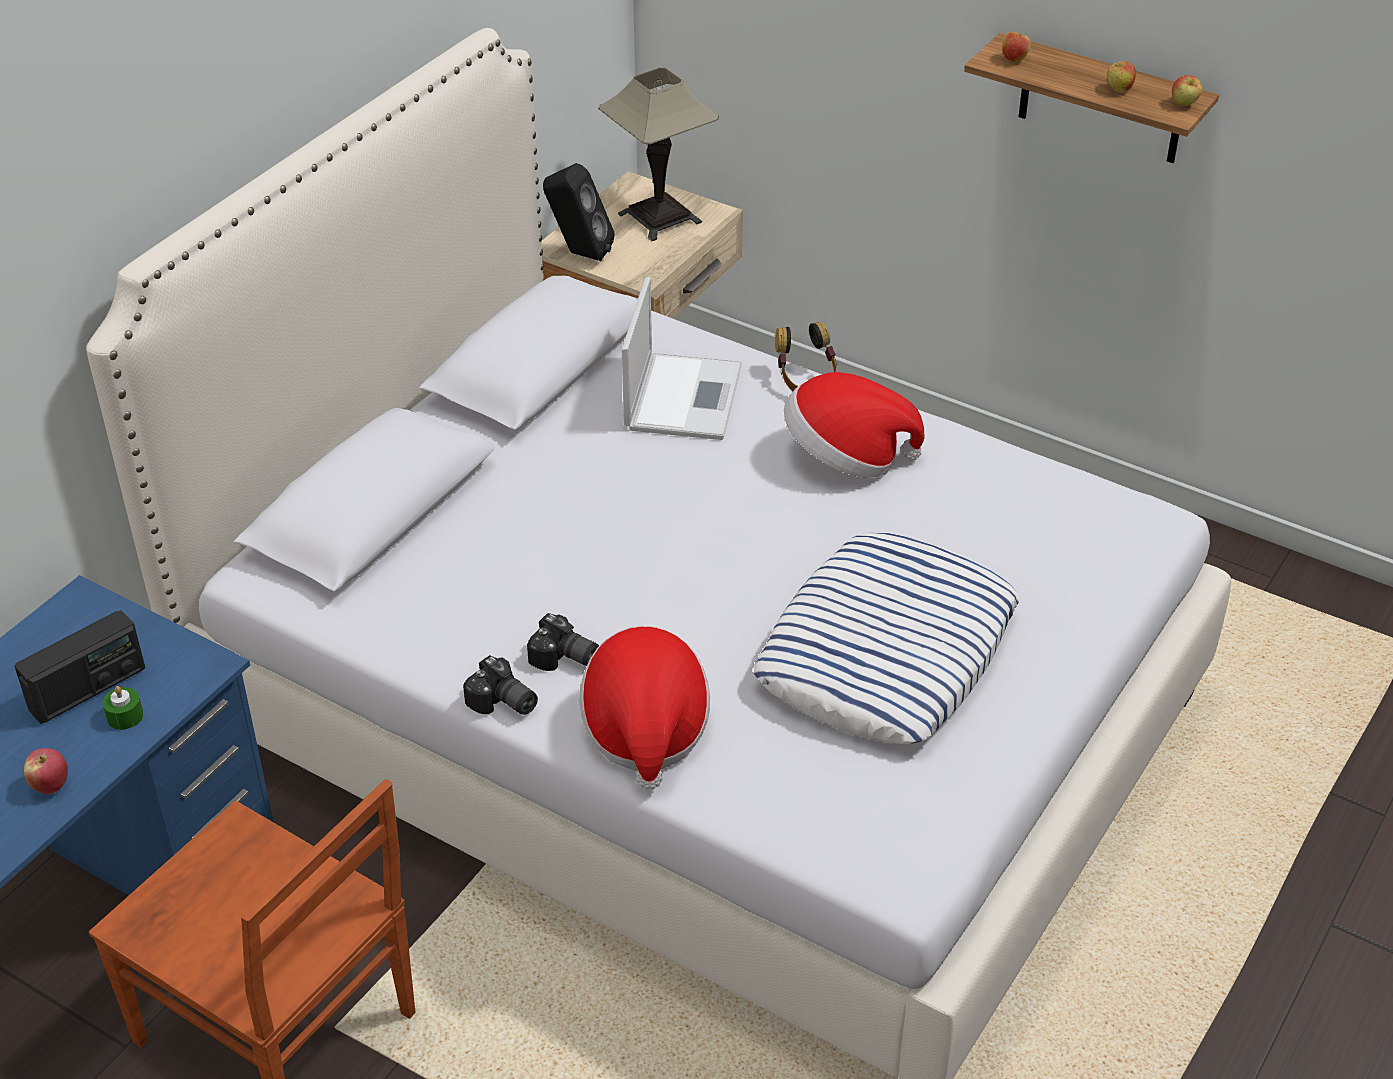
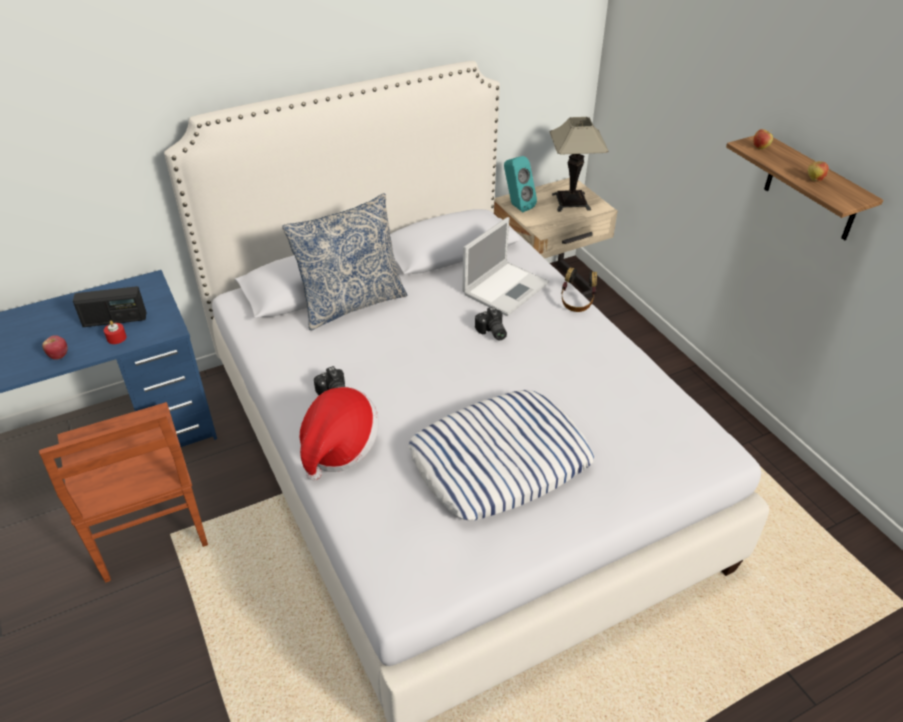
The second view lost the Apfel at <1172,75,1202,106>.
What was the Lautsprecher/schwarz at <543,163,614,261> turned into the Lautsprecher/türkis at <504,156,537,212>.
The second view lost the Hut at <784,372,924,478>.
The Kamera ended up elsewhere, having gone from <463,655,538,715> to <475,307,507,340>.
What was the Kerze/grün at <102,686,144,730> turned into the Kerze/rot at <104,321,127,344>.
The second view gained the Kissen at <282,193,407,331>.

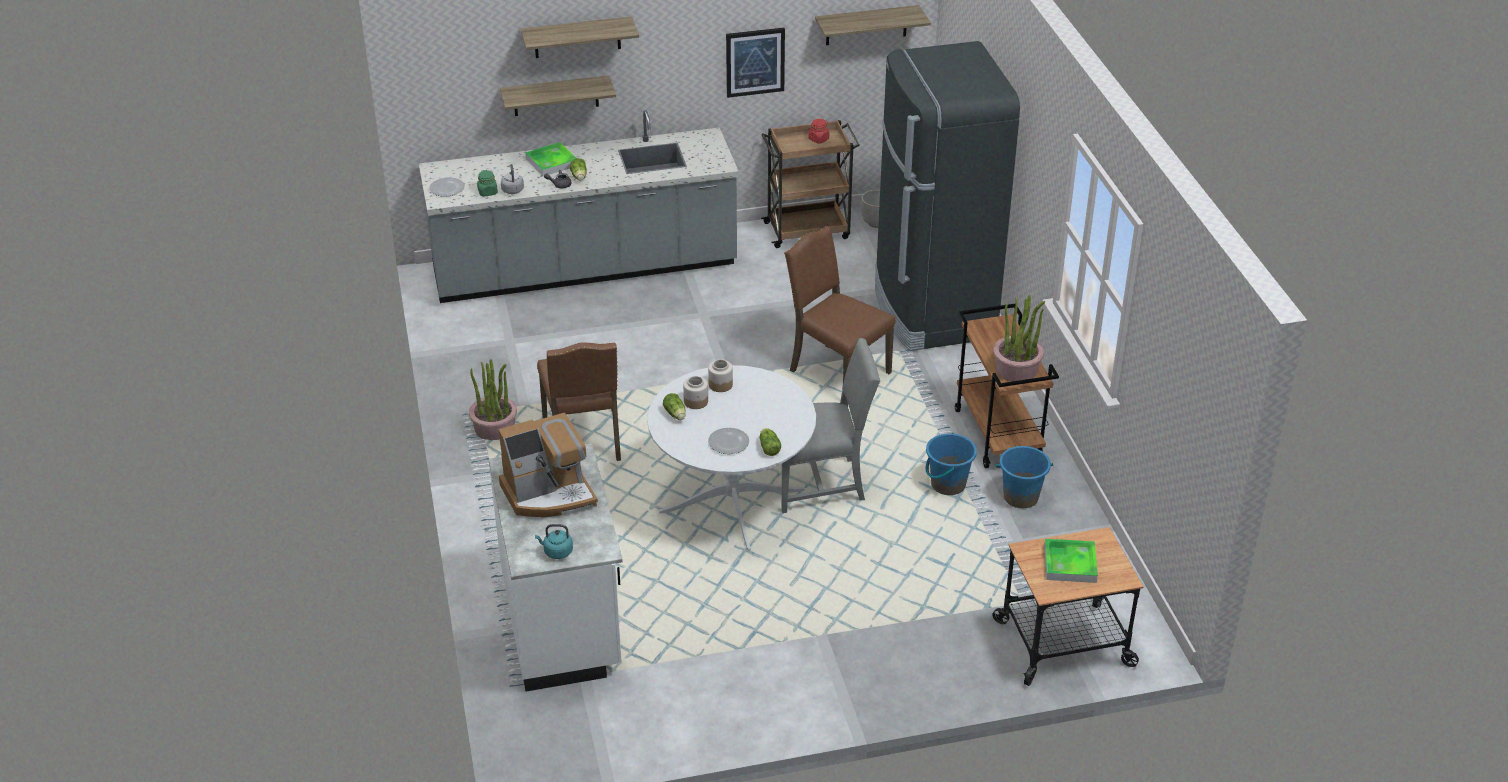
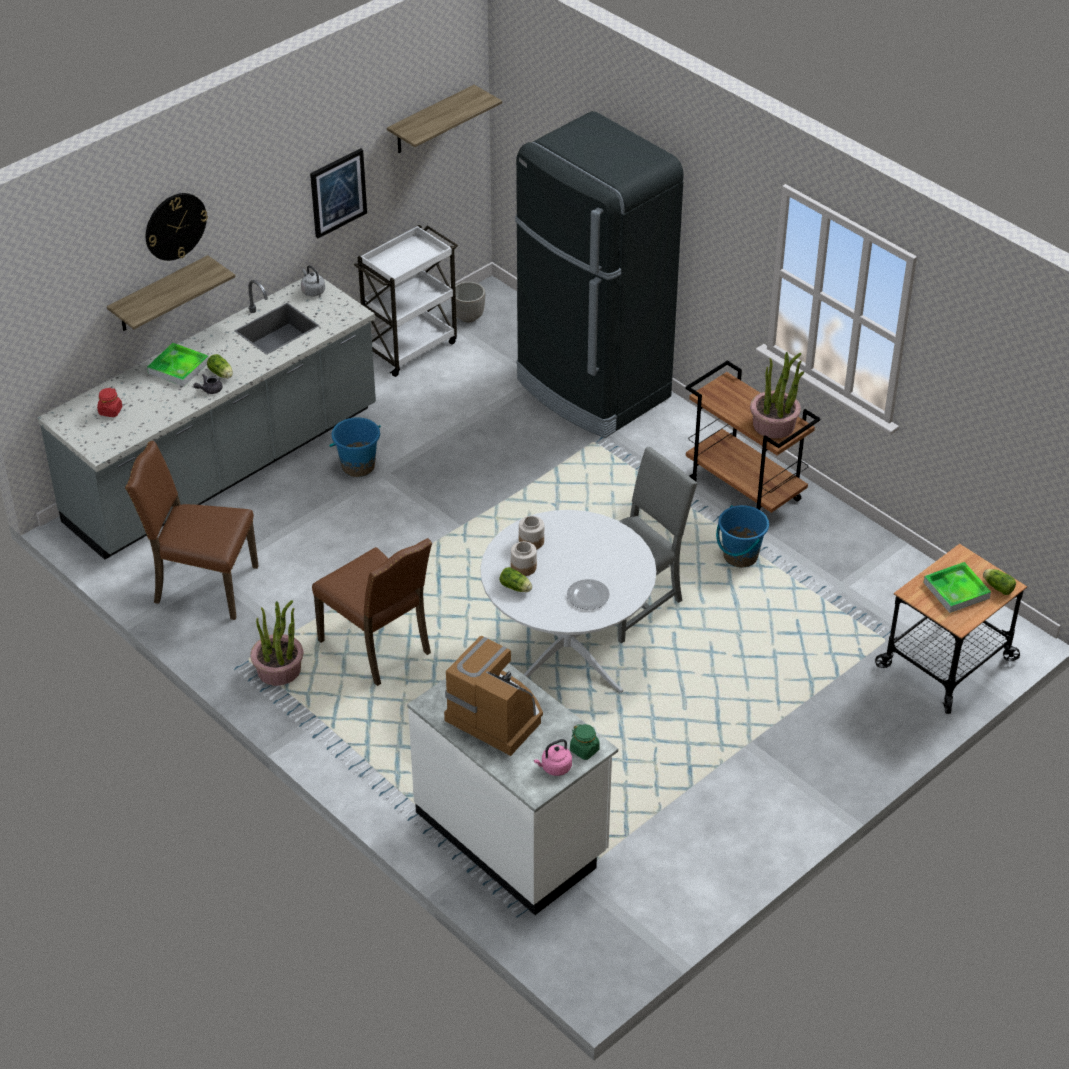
Where the Wandregal hung at <521,17,639,58>, the Wanduhr came to hang at <146,193,208,261>.
The Vorratsglas/rot ended up elsewhere, having gone from <808,119,829,144> to <97,387,123,417>.
What was the Rollwagen/braun at <761,120,860,248> turned into the Rollwagen/weiß at <354,225,458,377>.
The Wasserkessel/grau ended up elsewhere, having gone from <501,164,524,194> to <301,265,325,297>.
The Vorratsglas/grün ended up elsewhere, having gone from <477,170,498,197> to <570,724,600,760>.
The second view lost the Teller at <429,177,465,197>.
The Stuhl/braun ended up elsewhere, having gone from <784,226,896,382> to <125,441,259,620>.
The Kaffeemaschine at <498,413,598,517> ended up facing another way, 90 degrees counterclockwise from before.
The Salatkopf ended up elsewhere, having gone from <760,428,781,456> to <983,569,1016,595>.
The Eimer/blau ended up elsewhere, having gone from <996,446,1053,508> to <329,417,381,477>.
What was the Wasserkessel/türkis at <535,524,573,559> turned into the Wasserkessel/rosa at <534,739,572,776>.

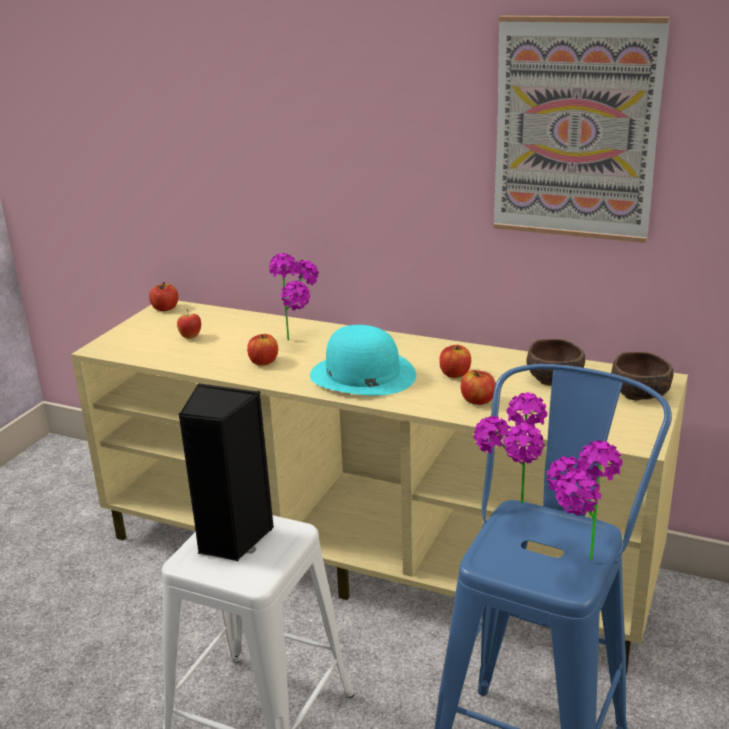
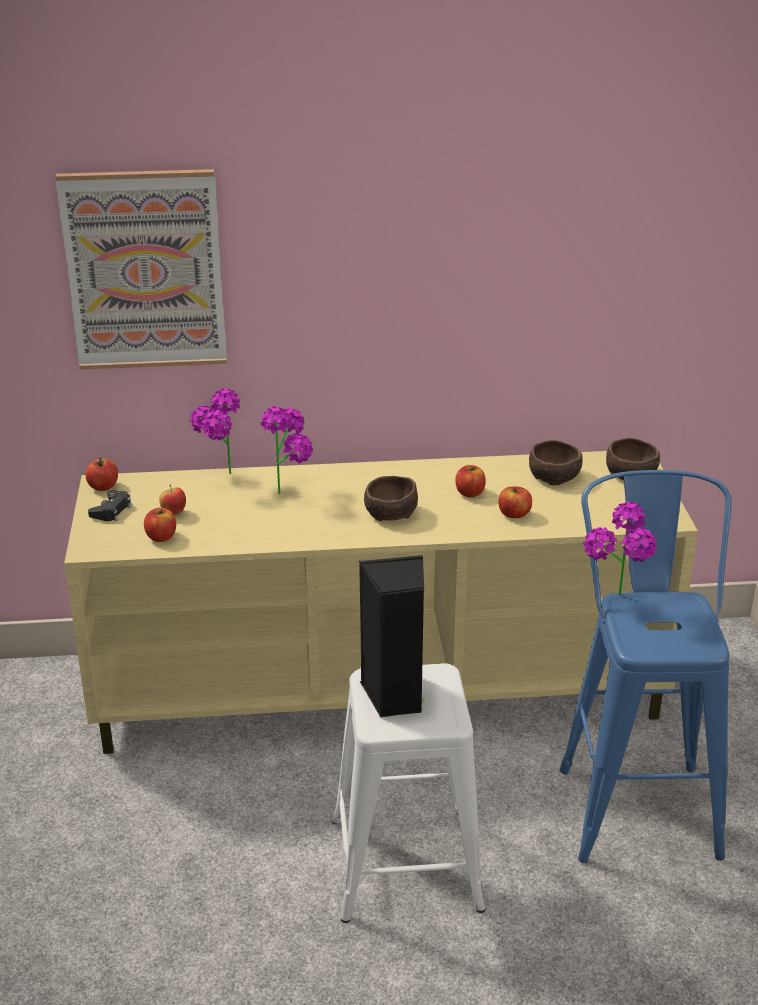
The Bild ended up elsewhere, having gone from <493,15,670,243> to <55,169,227,370>.
Where the Hut/türkis stood at <310,325,416,396>, the Schüssel/braun came to stand at <364,476,418,521>.
The Apfel ended up elsewhere, having gone from <247,334,278,366> to <144,507,176,542>.
The Topfpflanze ended up elsewhere, having gone from <547,440,623,560> to <190,388,240,475>.
The second view gained the Gamepad/schwarz at <88,490,132,521>.

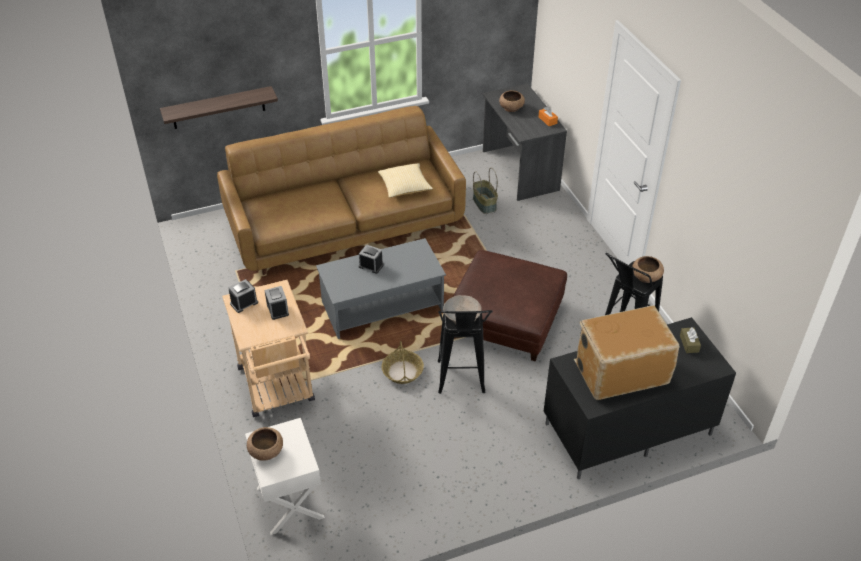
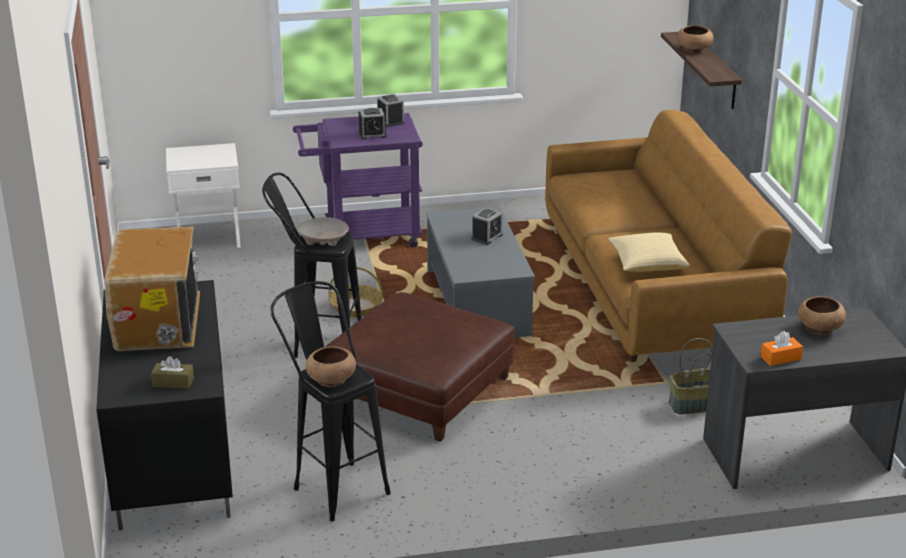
What was the Rollwagen/beige at <222,280,315,417> turned into the Rollwagen/lila at <293,113,423,247>.
The Schüssel/braun ended up elsewhere, having gone from <247,427,283,461> to <677,25,714,53>.

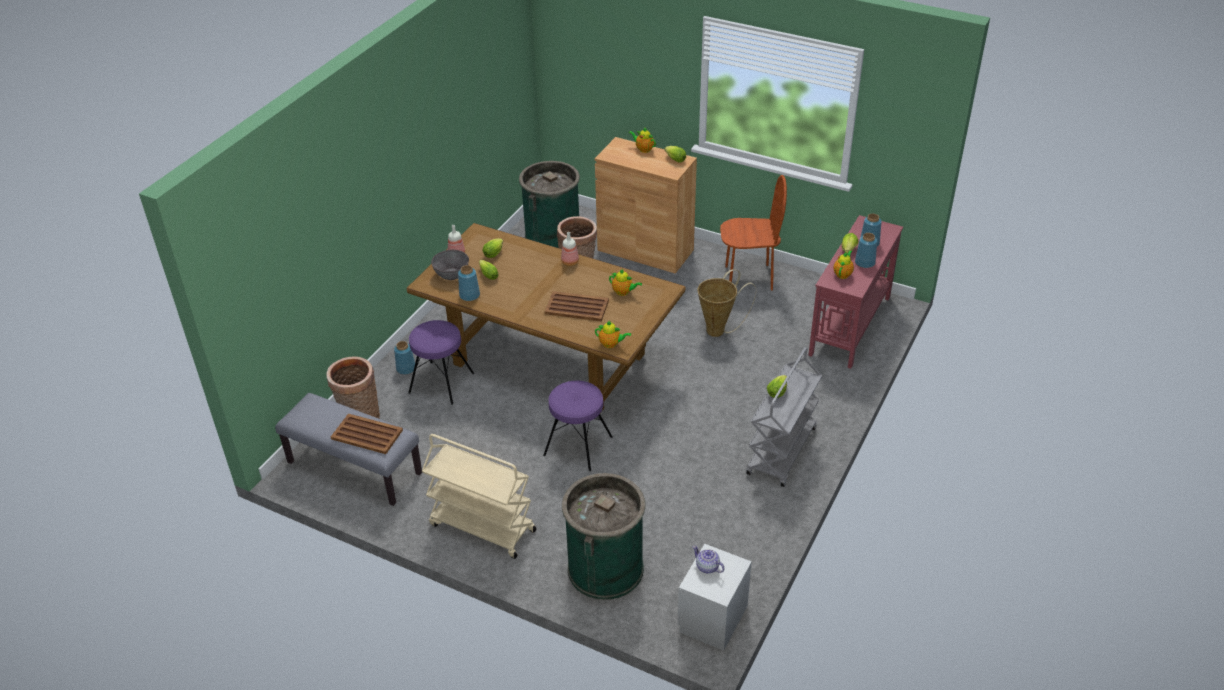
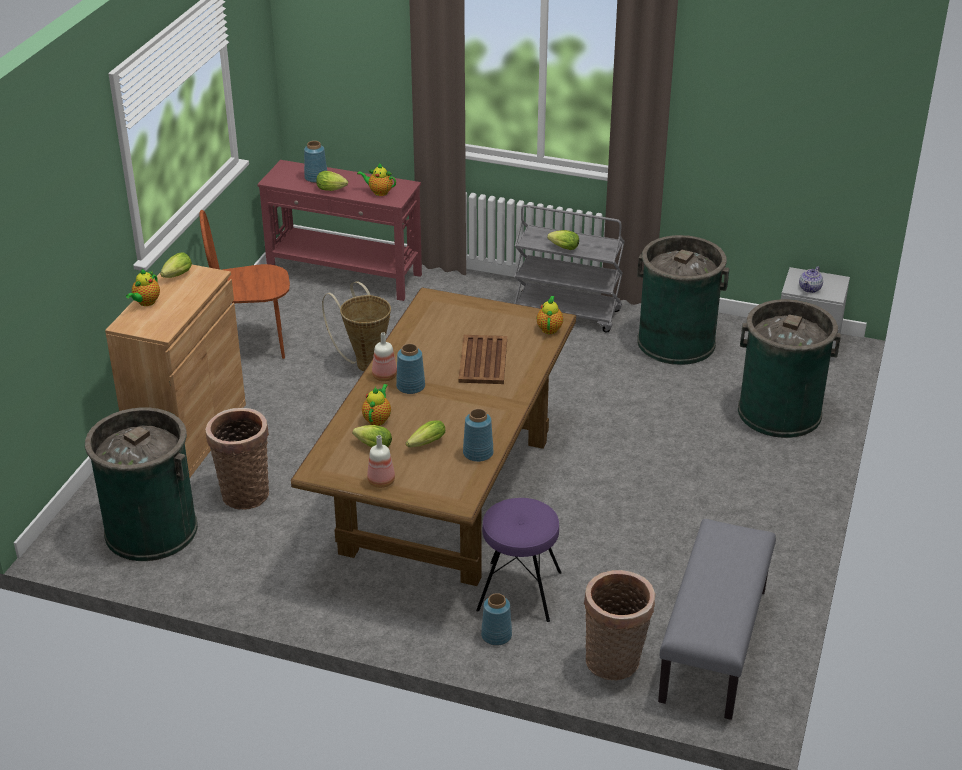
The Stuhl/braun at <720,175,787,291> ended up facing another way, 90 degrees counterclockwise from before.
The Vase/blau ended up elsewhere, having gone from <855,233,877,268> to <396,343,425,394>.
The second view lost the Schüssel/grau at <431,250,469,280>.
The Teekanne ended up elsewhere, having gone from <609,269,642,296> to <362,384,391,426>.
The second view lost the Hocker/lila at <543,381,613,471>.
The second view lost the Tablett/braun at <331,413,403,454>.
The second view lost the Rollwagen/beige at <422,434,537,559>.
The second view gained the Mülleimer/grün at <637,235,729,365>.

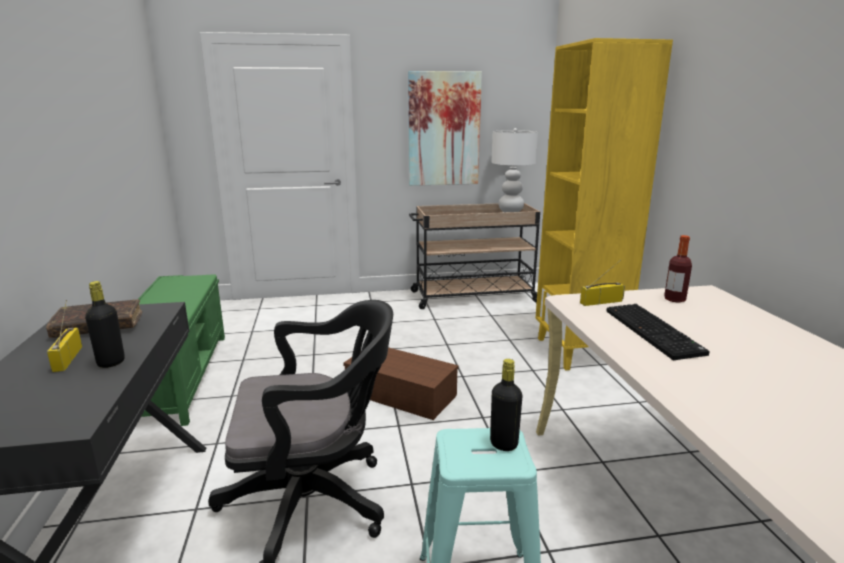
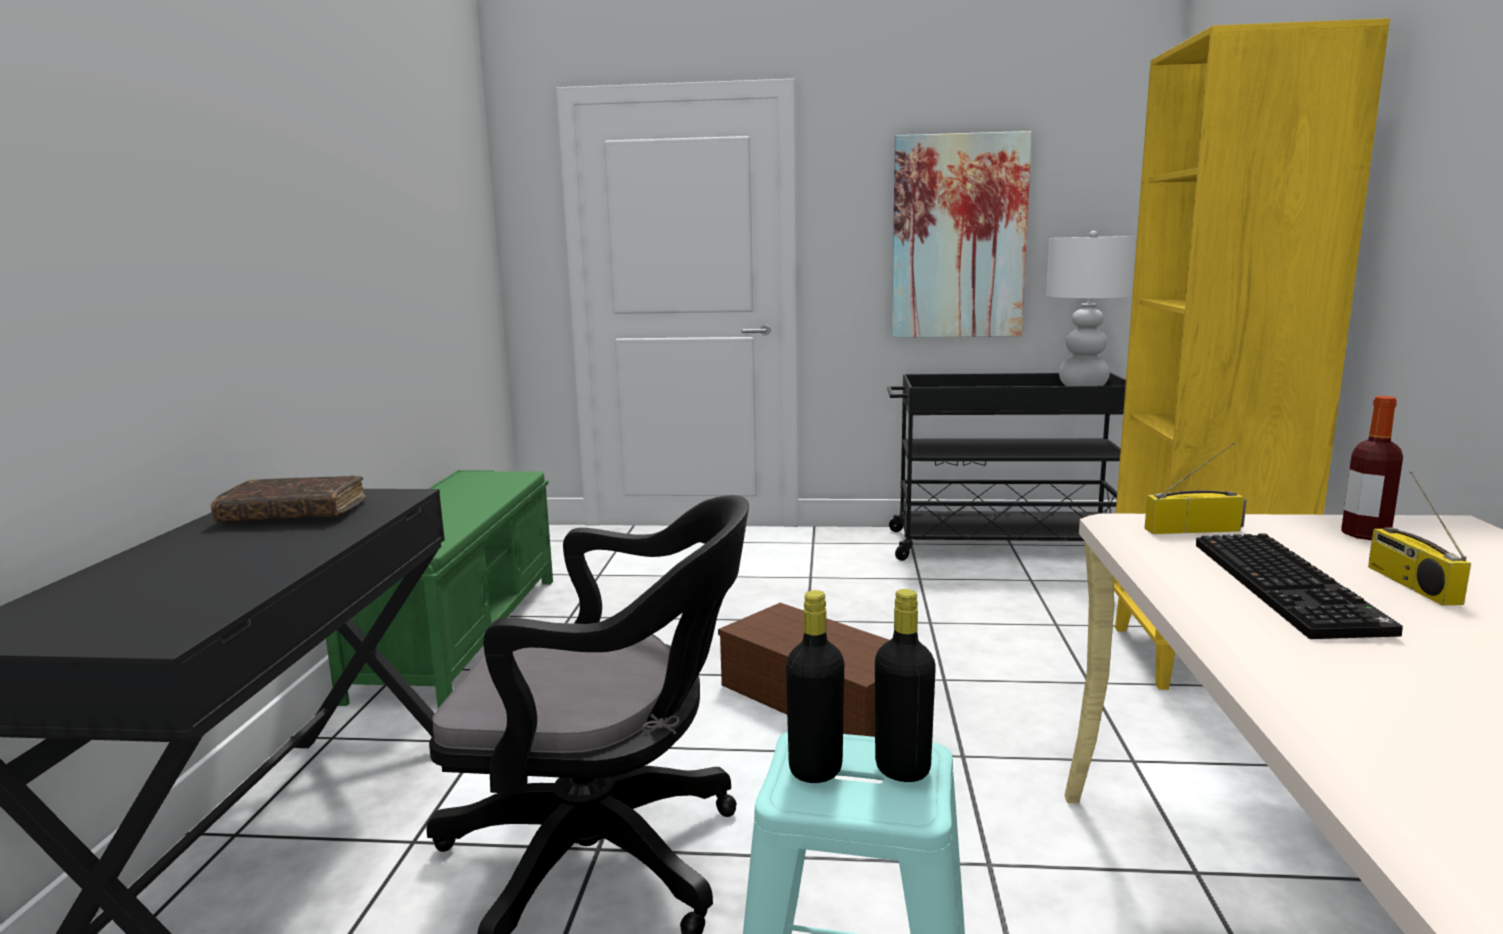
What was the Rollwagen/beige at <409,203,540,309> turned into the Rollwagen/schwarz at <887,373,1126,561>.
The Flasche/schwarz ended up elsewhere, having gone from <85,281,125,368> to <786,590,844,783>.
The Radio ended up elsewhere, having gone from <47,300,82,372> to <1368,471,1471,606>.

